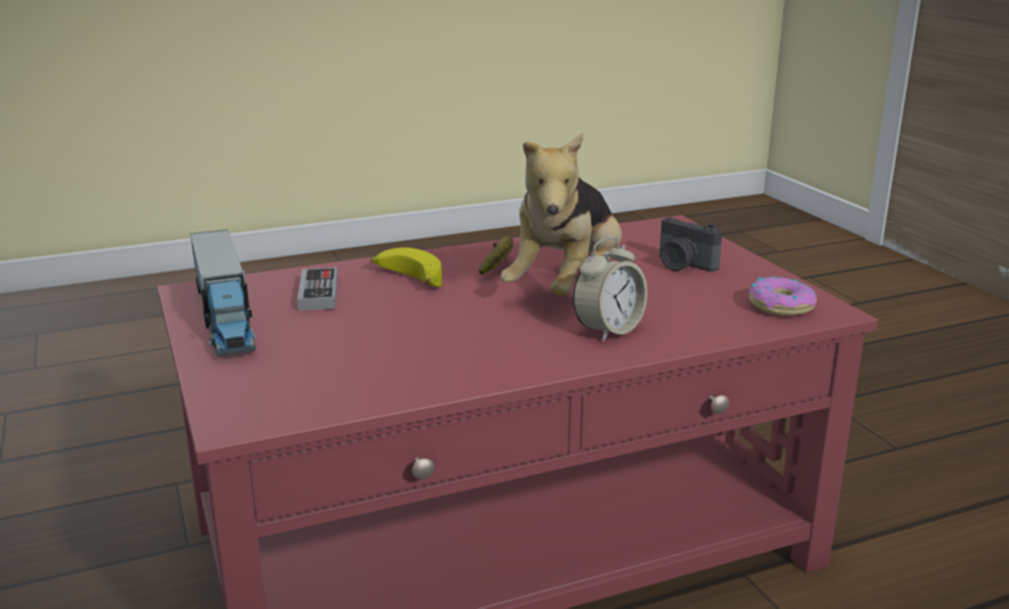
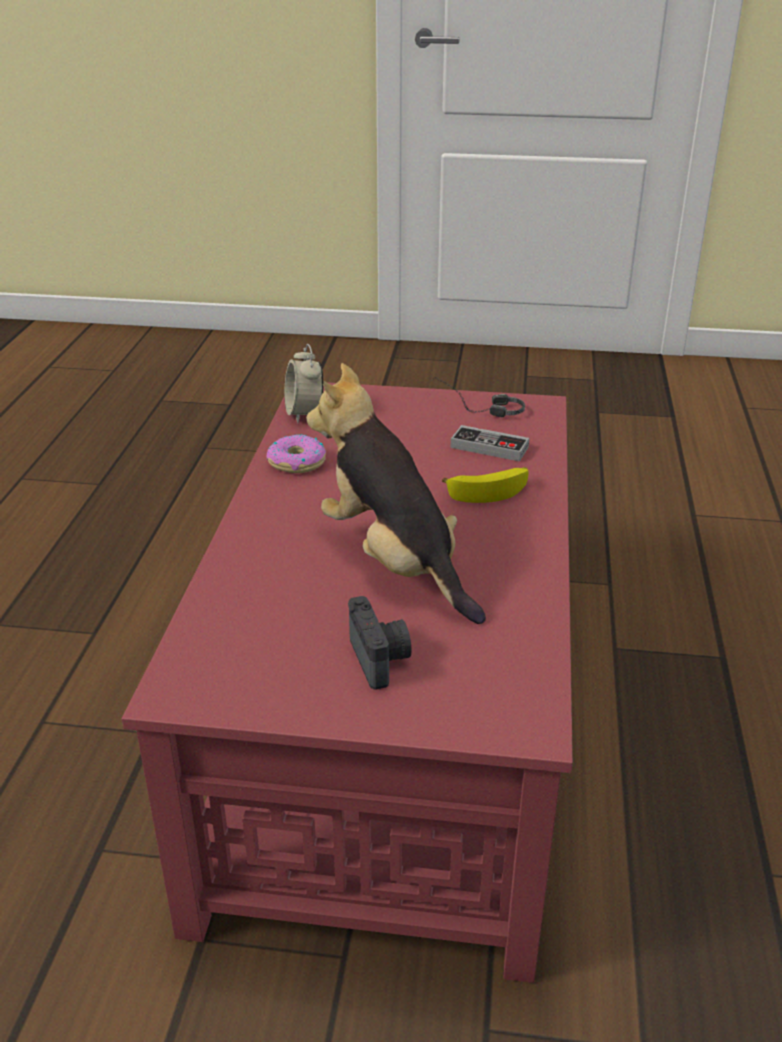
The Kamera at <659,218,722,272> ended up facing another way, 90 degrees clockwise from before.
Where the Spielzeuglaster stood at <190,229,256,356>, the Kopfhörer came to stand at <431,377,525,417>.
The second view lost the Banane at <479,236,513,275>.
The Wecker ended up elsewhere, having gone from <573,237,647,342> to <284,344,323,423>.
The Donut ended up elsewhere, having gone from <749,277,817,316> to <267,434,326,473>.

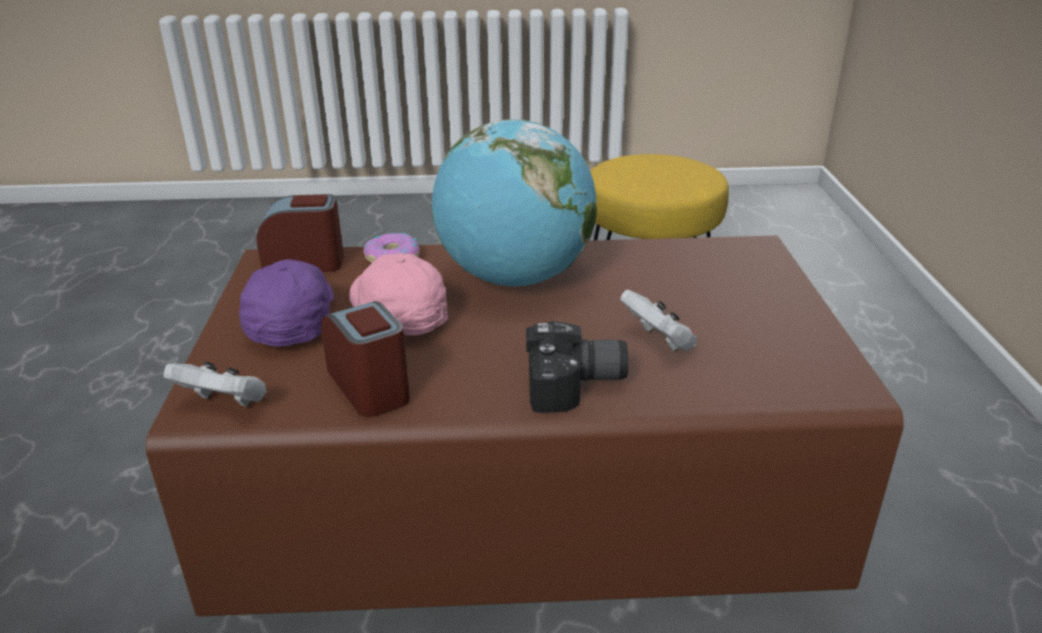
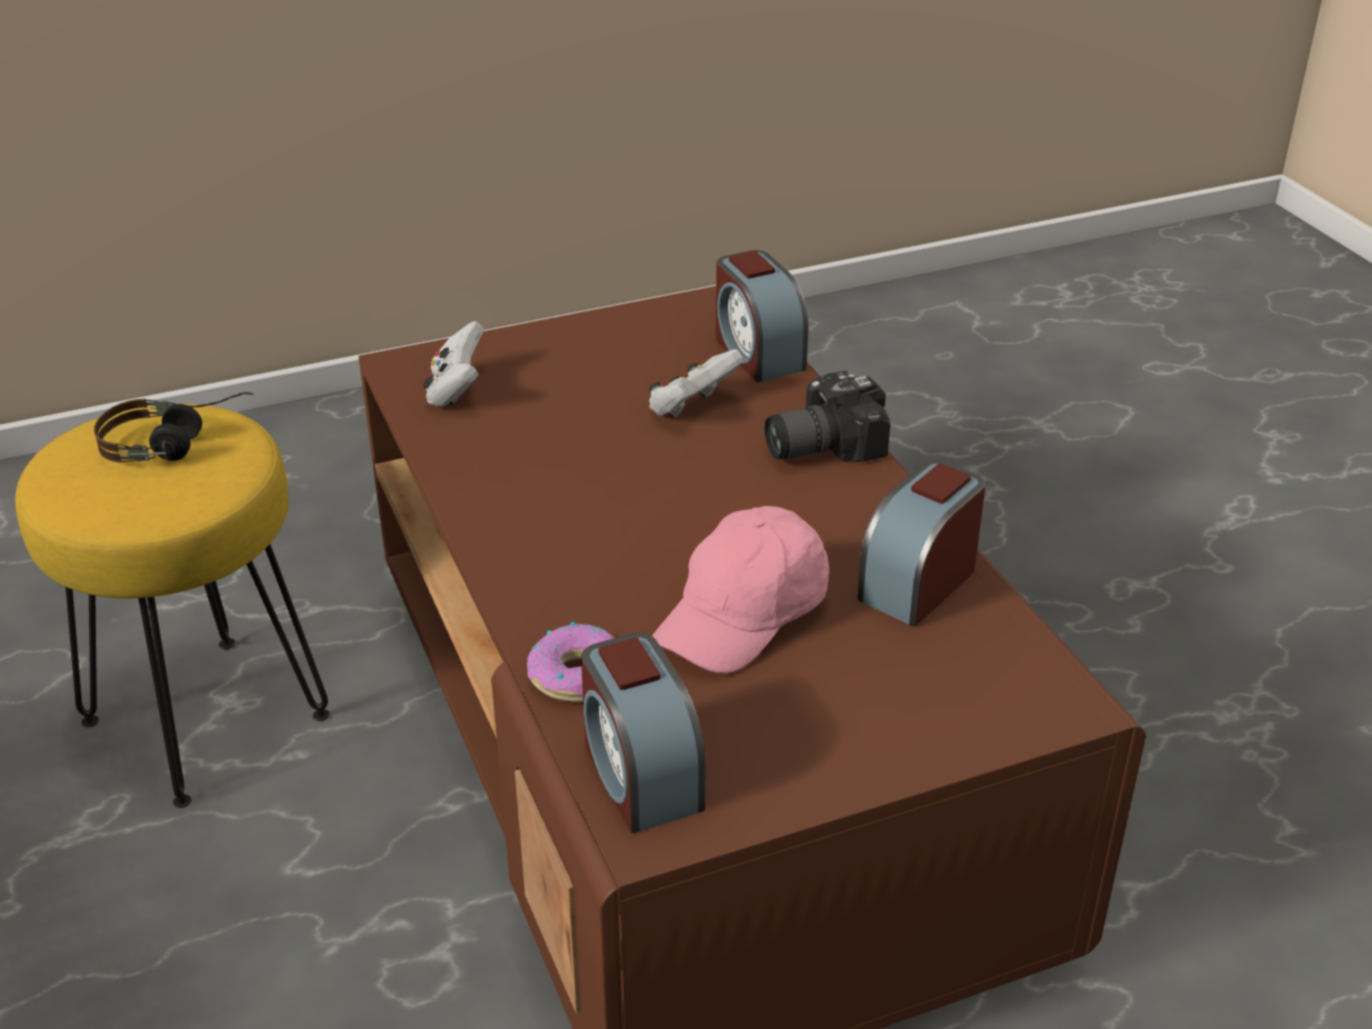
The second view lost the Globus at <432,120,597,286>.
The second view lost the Kappe/lila at <239,259,334,346>.
The Kamera at <526,321,628,413> ended up facing another way, 90 degrees counterclockwise from before.
The Gamepad/weiß ended up elsewhere, having gone from <163,362,267,407> to <423,321,484,407>.
The second view gained the Wecker at <716,250,808,382>.
The second view gained the Kopfhörer at <94,392,254,463>.

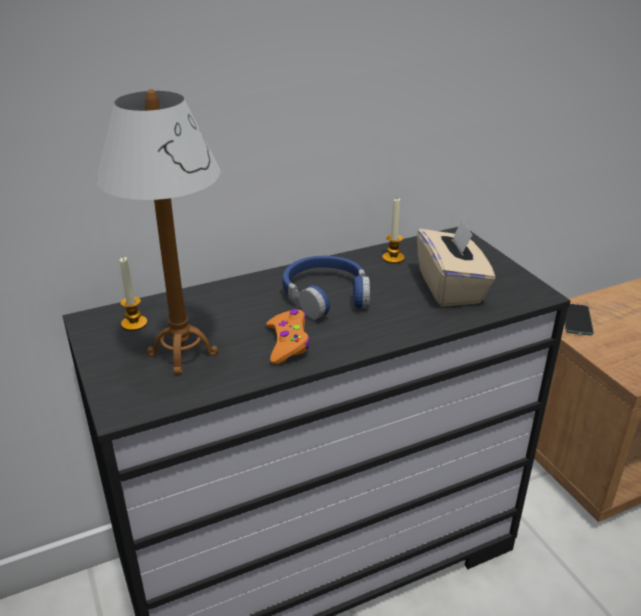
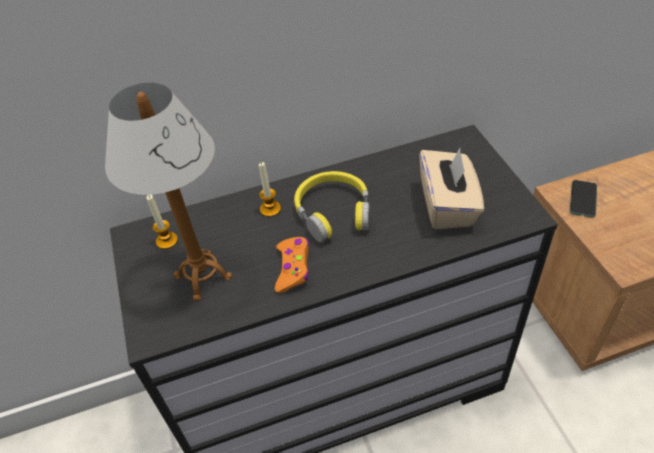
The Kerze ended up elsewhere, having gone from <382,199,405,264> to <259,162,281,217>.
What was the Kopfhörer/blau at <283,256,370,320> turned into the Kopfhörer/gelb at <294,171,370,242>.

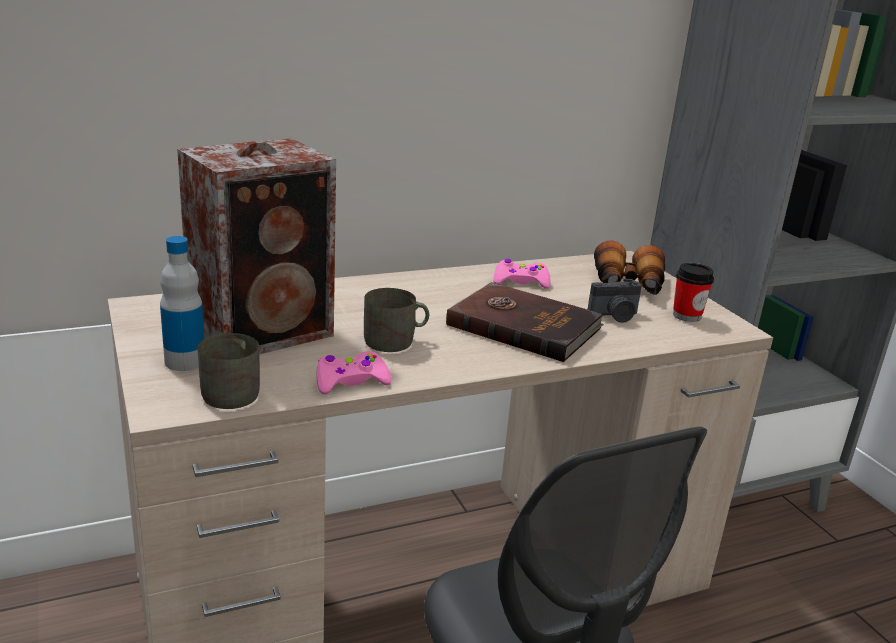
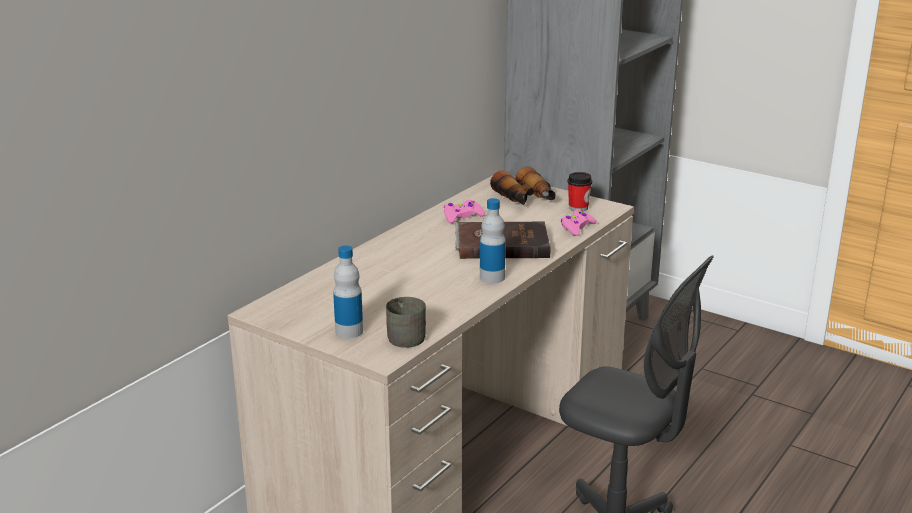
The second view lost the Lautsprecher at <177,138,336,354>.
The second view lost the Kamera at <588,279,642,323>.
The second view lost the Henkelbecher/grau at <364,288,429,352>.
The Gamepad/rosa ended up elsewhere, having gone from <316,351,392,394> to <561,209,597,236>.
The second view gained the Flasche at <480,198,506,283>.

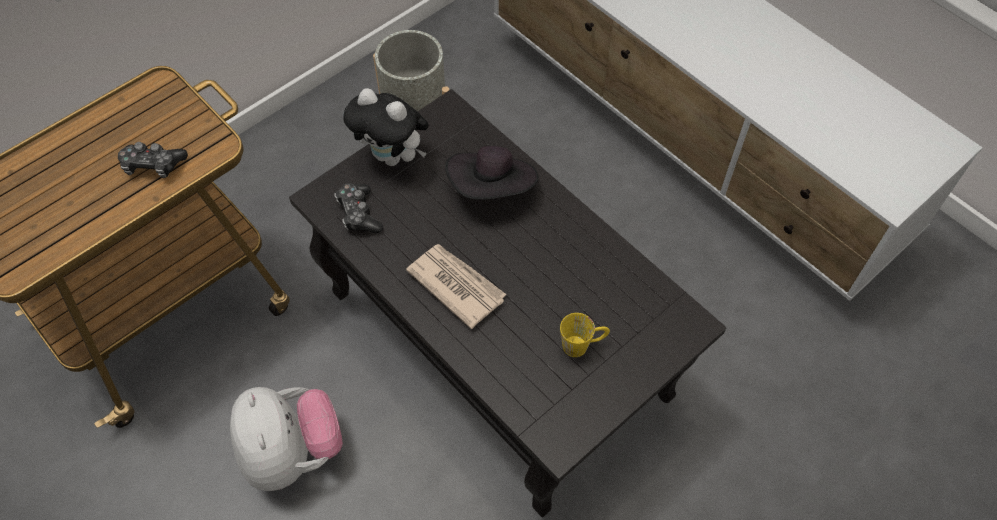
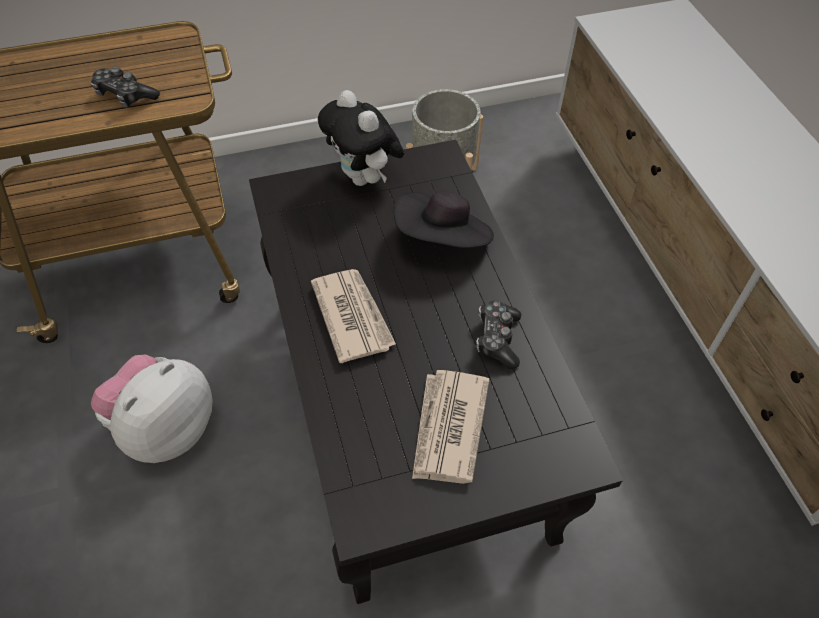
The Gamepad ended up elsewhere, having gone from <335,183,383,234> to <476,300,521,369>.
Where the Henkelbecher/gelb stood at <560,313,610,357>, the Zeitung came to stand at <412,370,489,484>.
The Plüschtier at <230,387,343,491> ended up facing another way, 150 degrees counterclockwise from before.

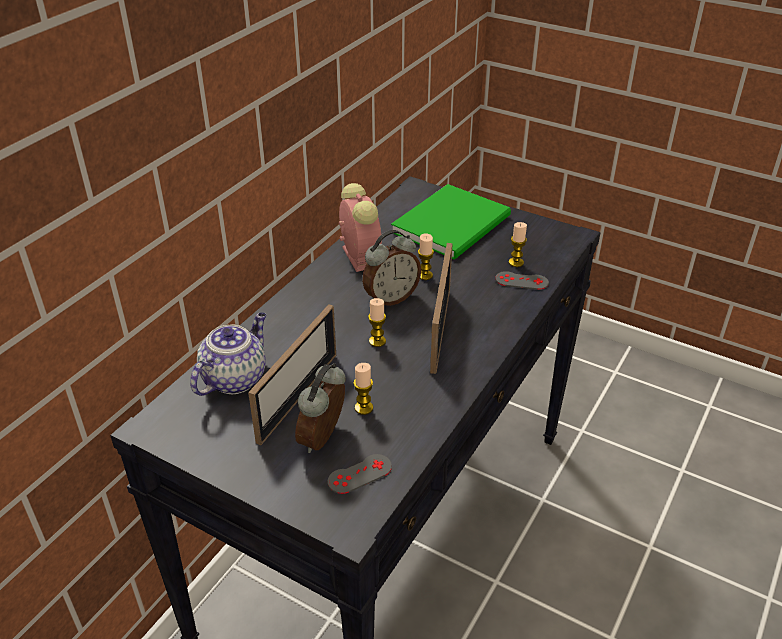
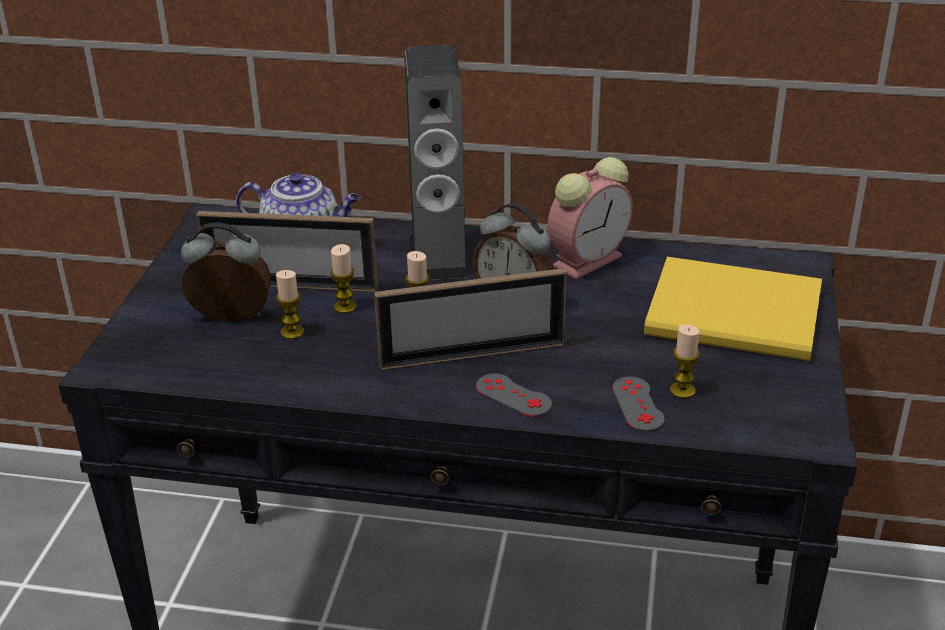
What was the Buch/grün at <391,184,511,260> turned into the Buch/gelb at <644,257,822,361>.
The Kerze ended up elsewhere, having gone from <418,233,434,280> to <330,244,357,314>.
The Gamepad/grau ended up elsewhere, having gone from <327,454,392,494> to <476,374,552,417>.
The second view gained the Lautsprecher at <404,45,470,280>.

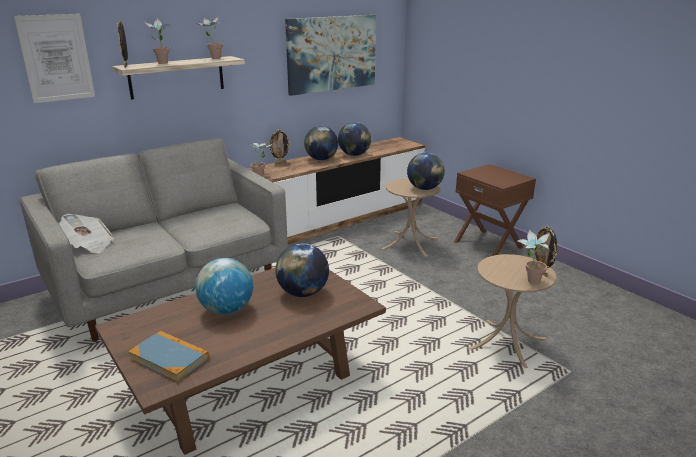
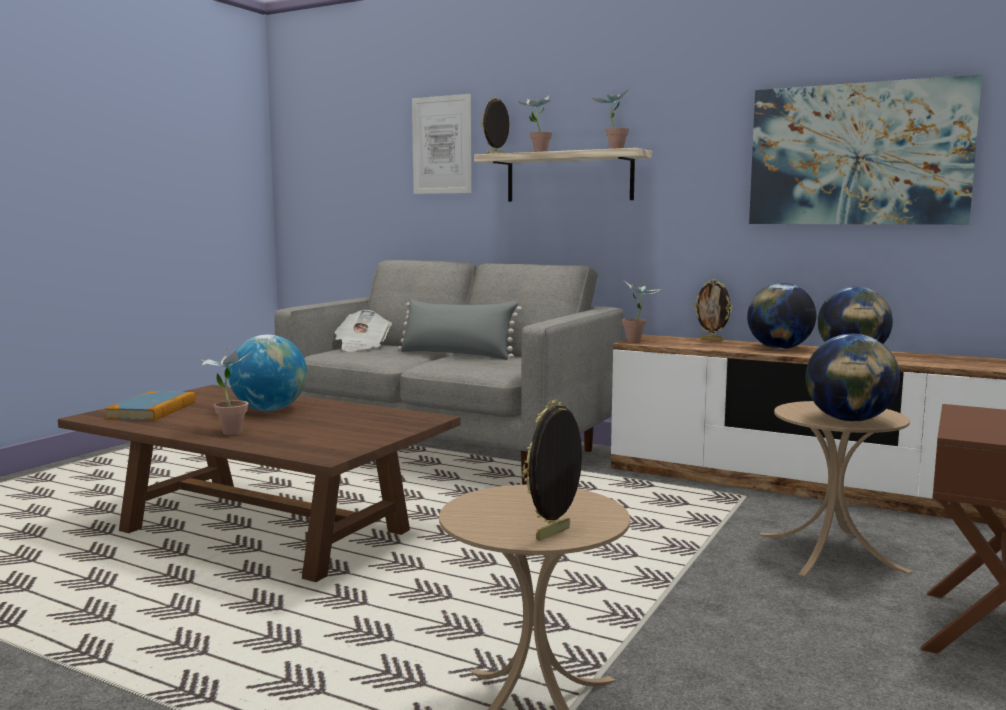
The Topfpflanze ended up elsewhere, having gone from <516,230,550,284> to <202,347,252,435>.
The second view lost the Globus at <276,243,329,297>.
The second view gained the Kissen/grau at <398,299,522,360>.

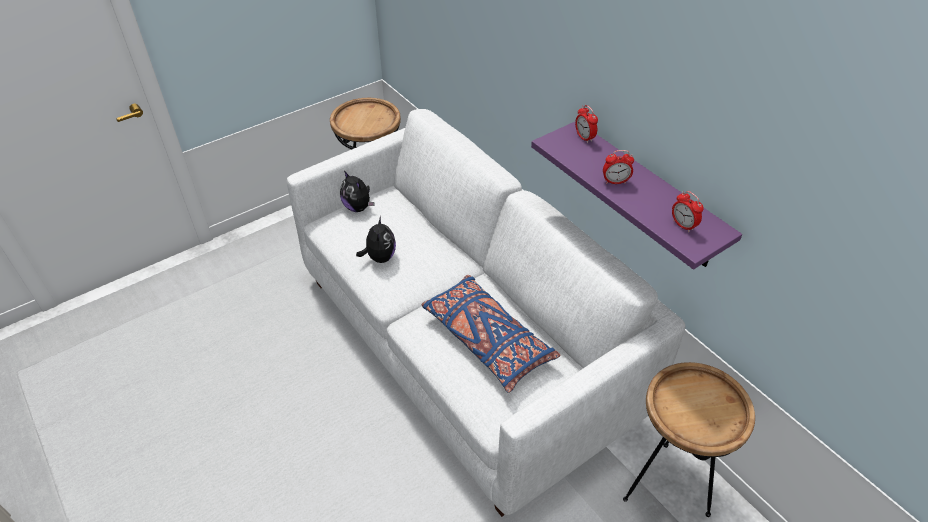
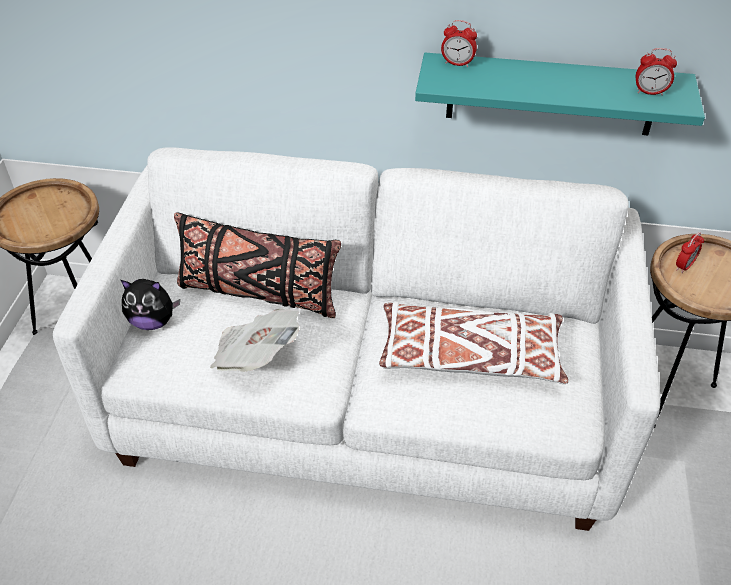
What was the Wandregal/lila at <531,122,742,270> turned into the Wandregal/türkis at <415,53,705,135>.
The Wecker ended up elsewhere, having gone from <603,150,634,184> to <676,232,704,273>.
Where the Plüschtier stood at <356,216,396,263>, the Zeitung came to stand at <210,309,299,372>.
What was the Kissen/blau at <422,275,560,393> turned into the Kissen/weiß at <379,301,568,384>.
The second view gained the Kissen/schwarz at <174,212,341,318>.

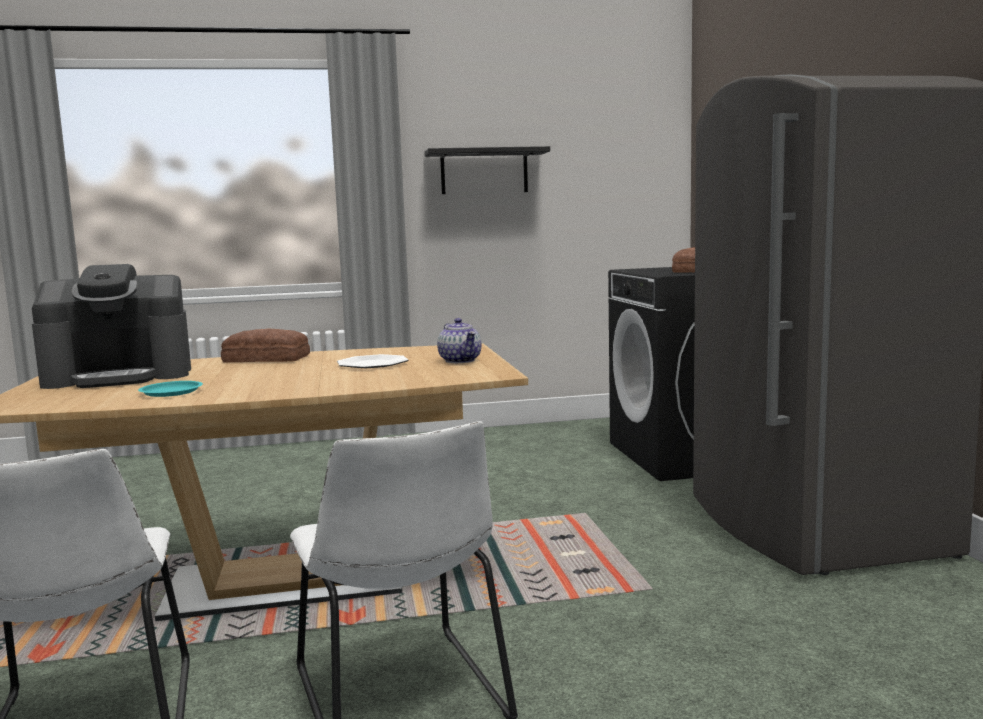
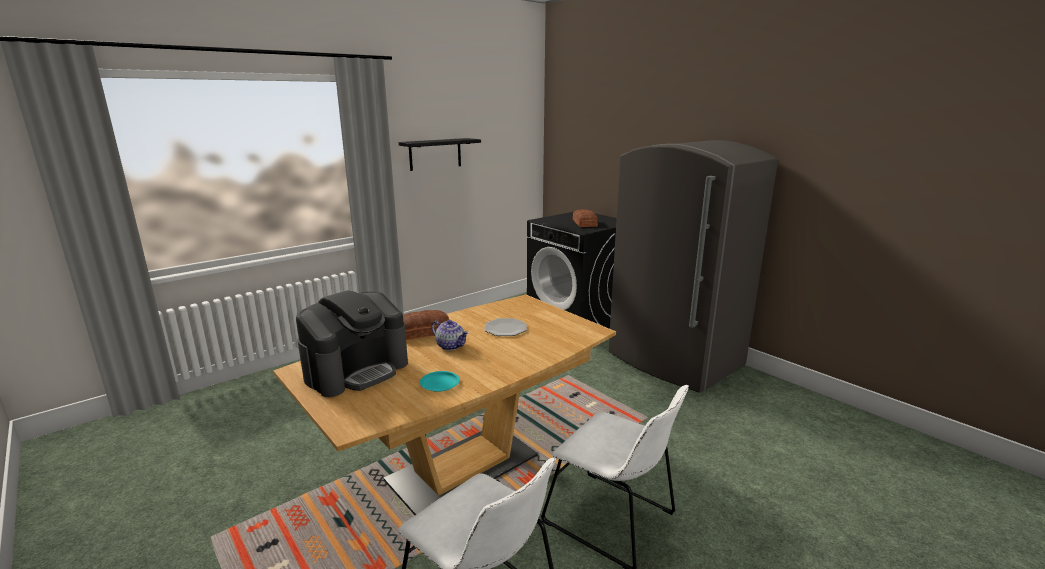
The Teekanne ended up elsewhere, having gone from <437,318,482,363> to <431,320,469,350>.

